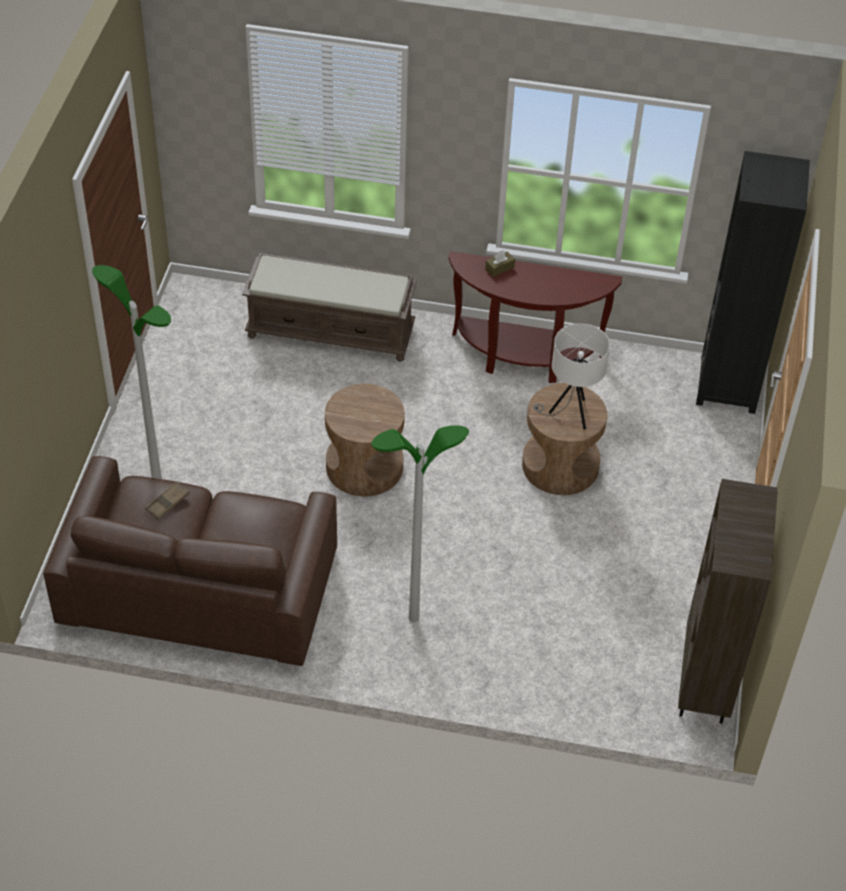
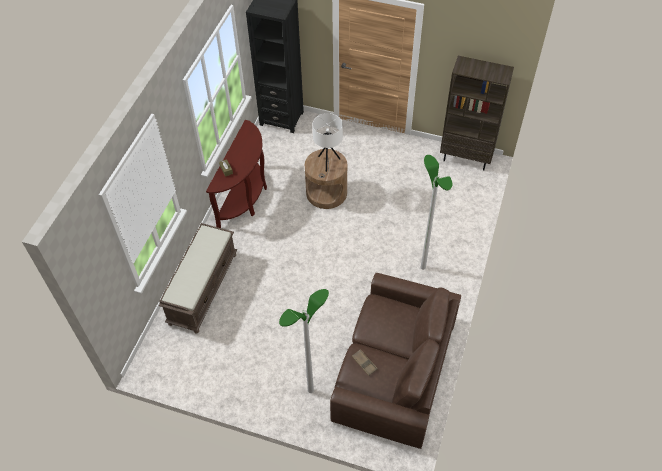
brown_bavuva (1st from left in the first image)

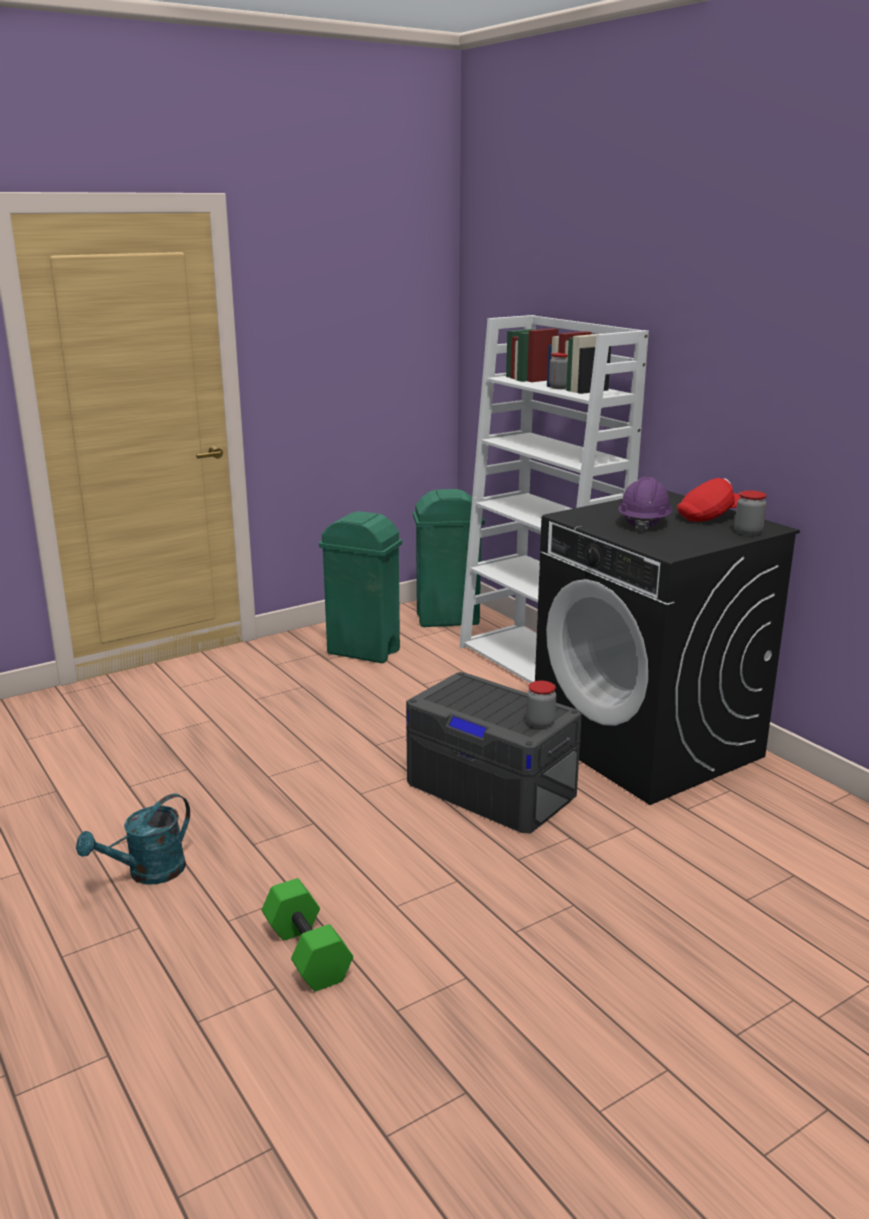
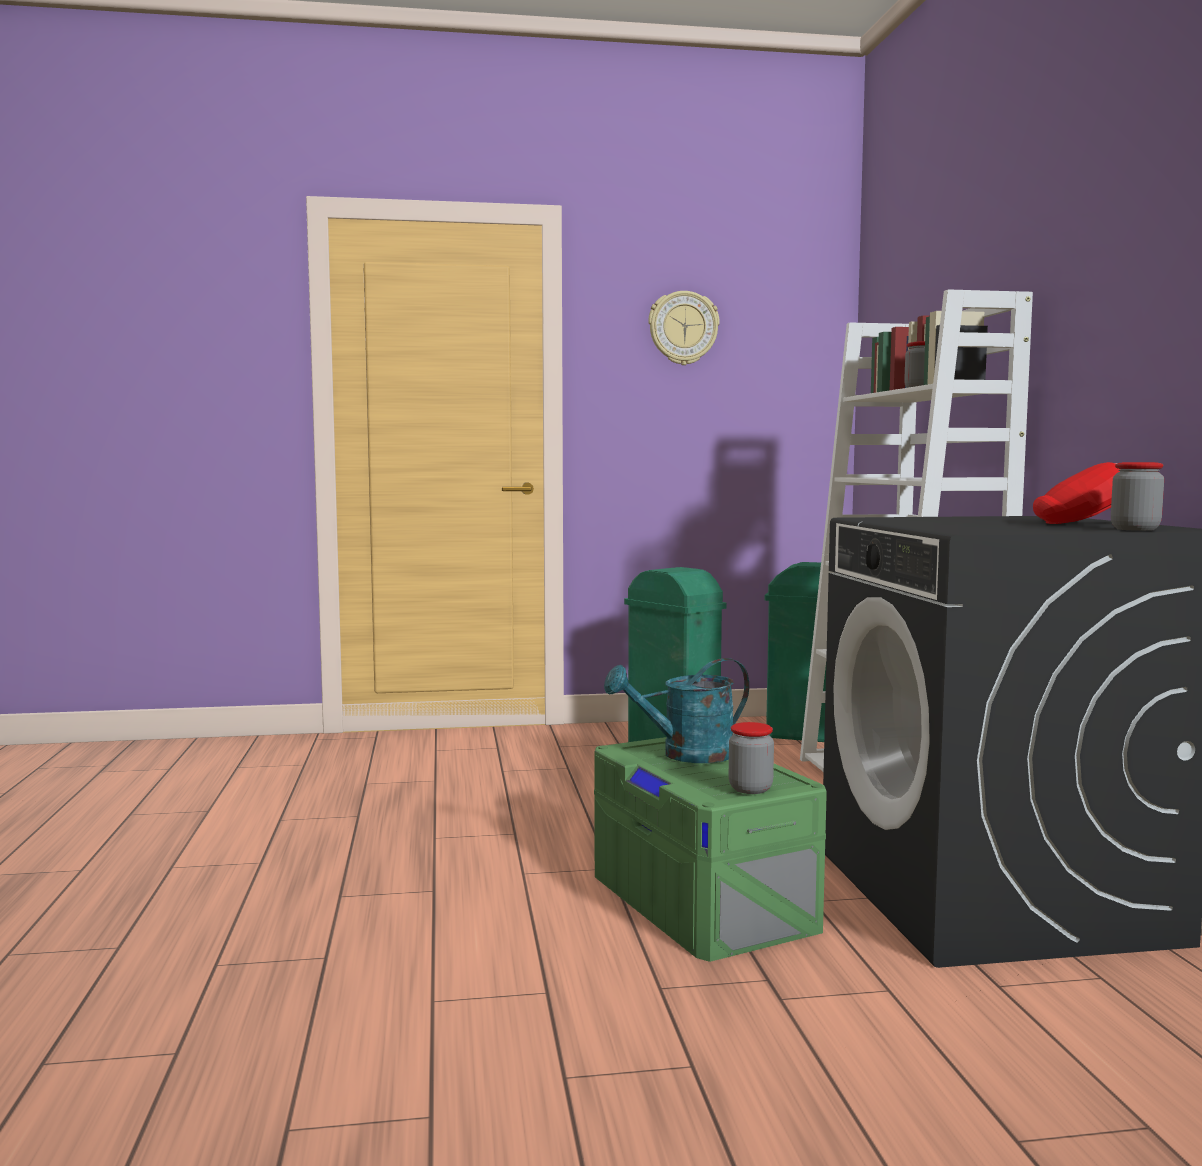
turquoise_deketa; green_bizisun; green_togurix; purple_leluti; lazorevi

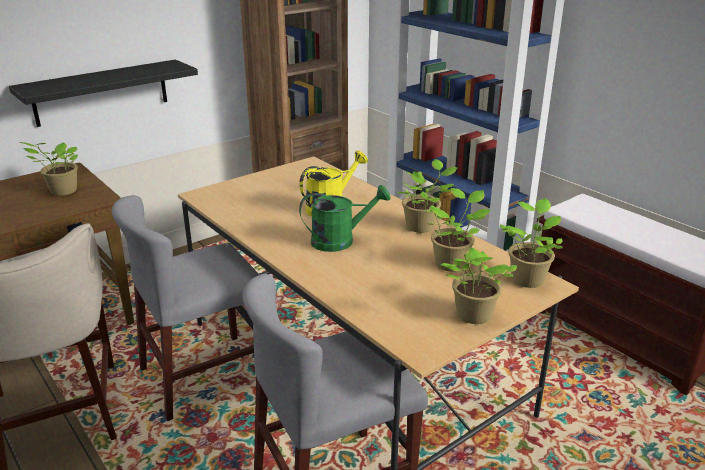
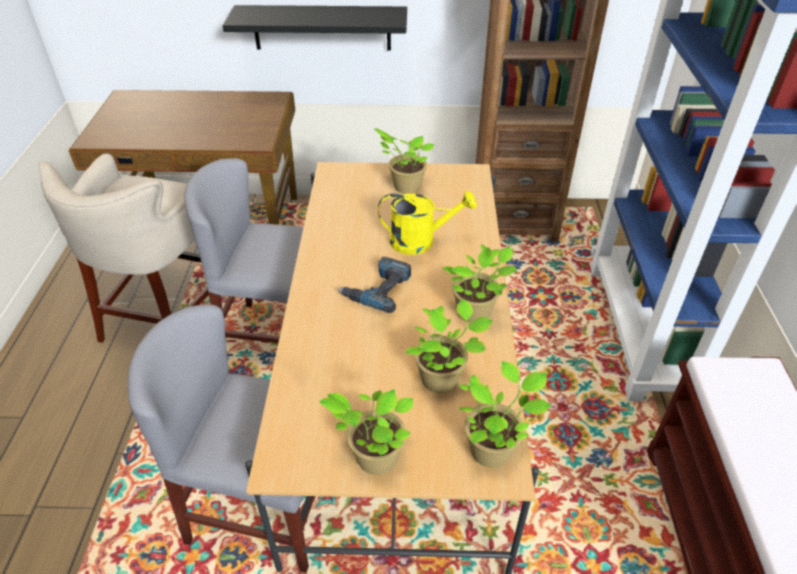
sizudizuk (2nd from left); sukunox

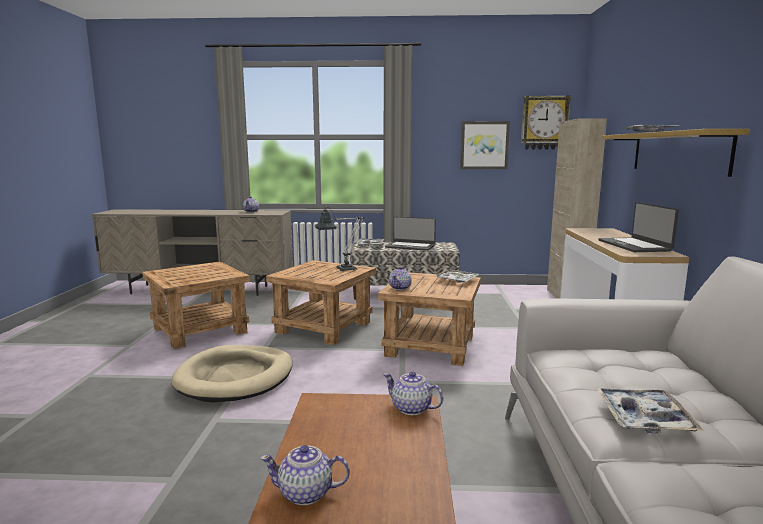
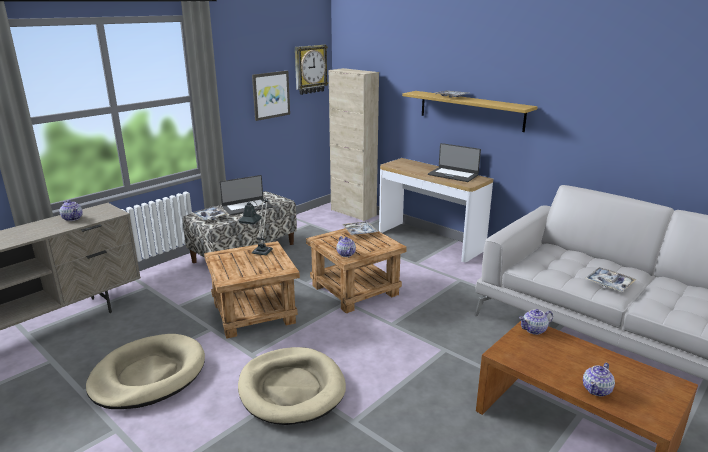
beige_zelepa (1st from left)

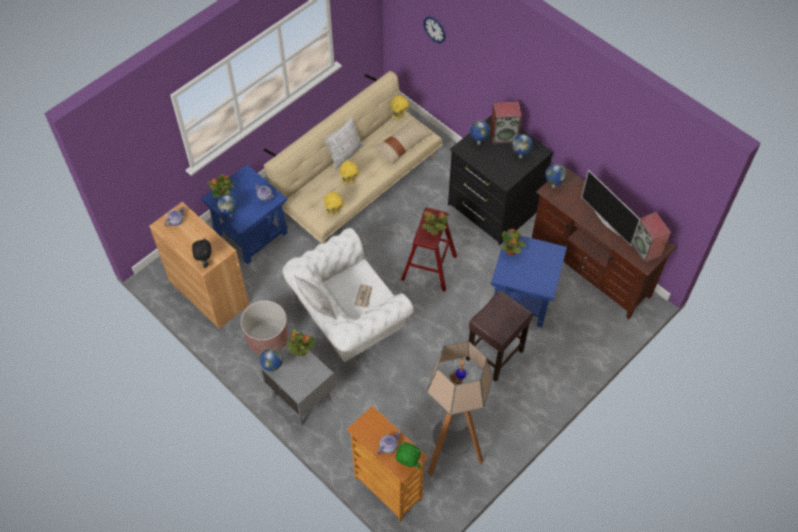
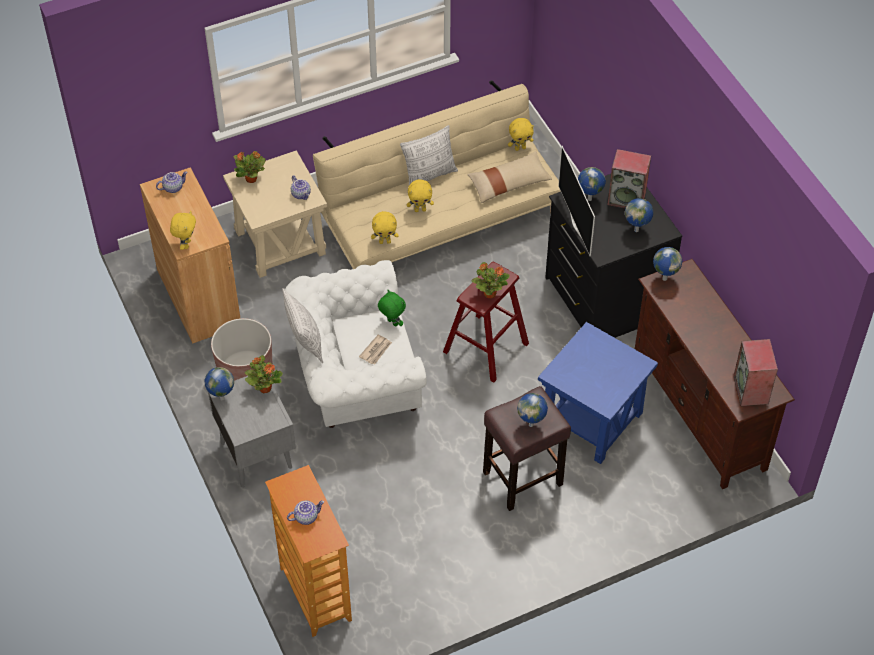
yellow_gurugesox (1st from left); beige_bavuva; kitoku (2nd from left); green_gurugesox; lazorevi; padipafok; sizudizuk (4th from left in the first image); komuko

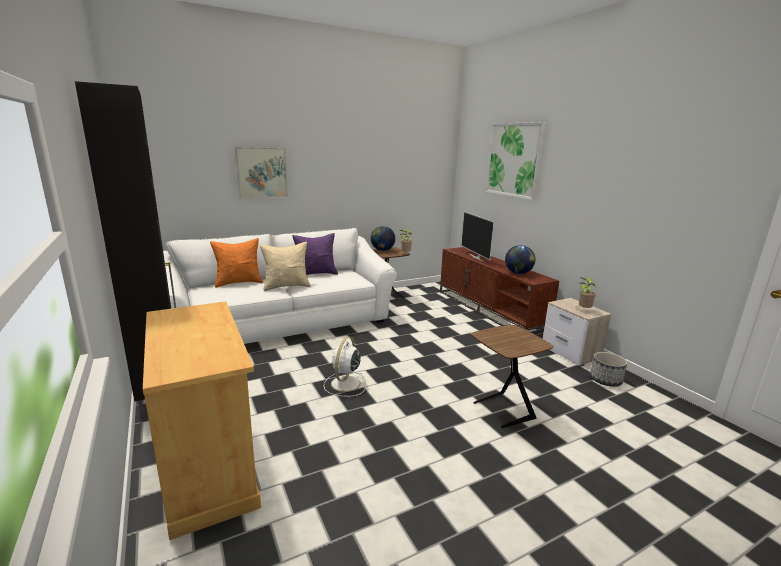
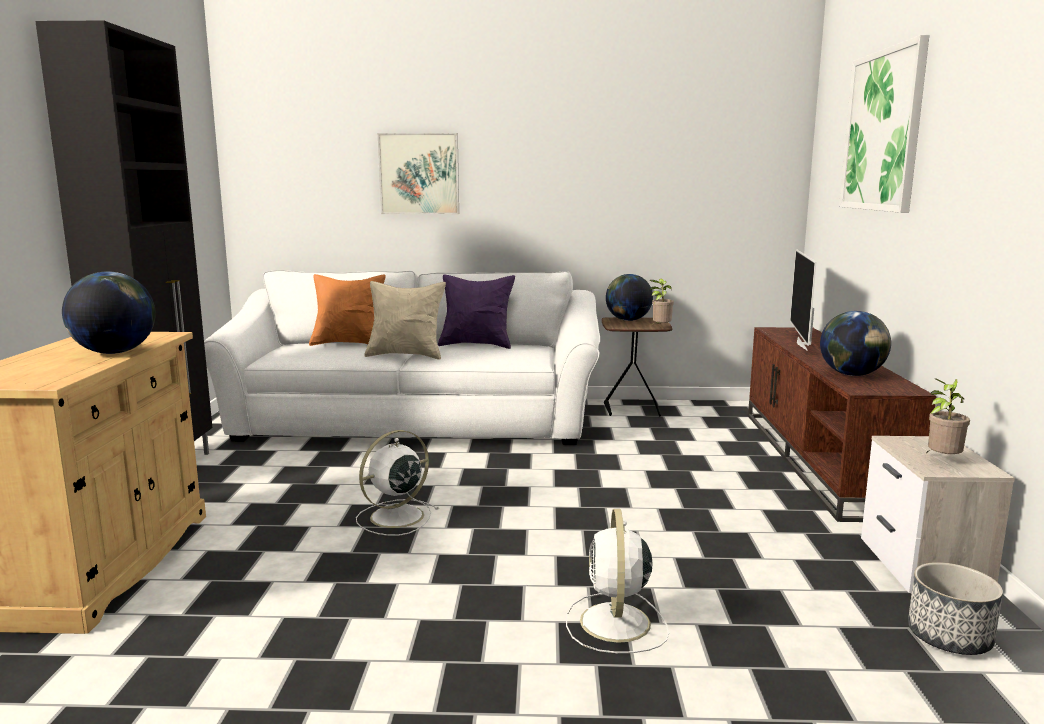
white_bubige (2nd from left); kitoku (1st from left)

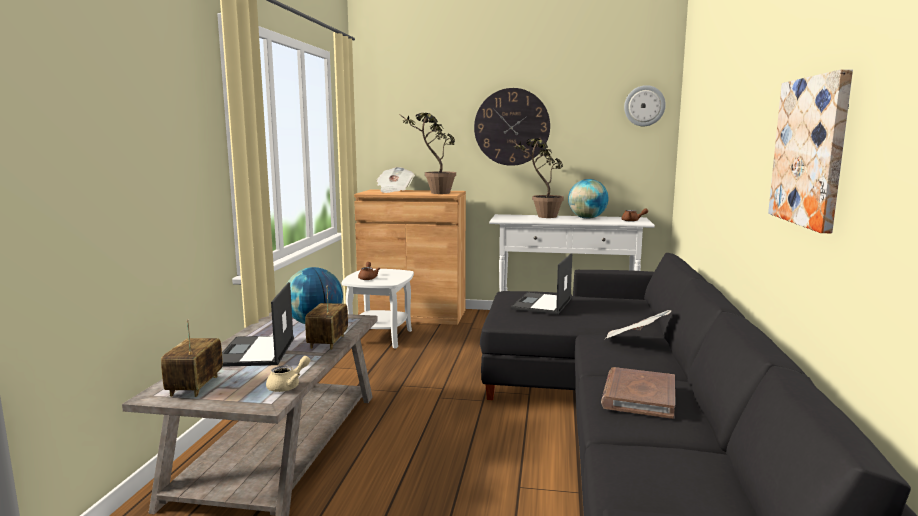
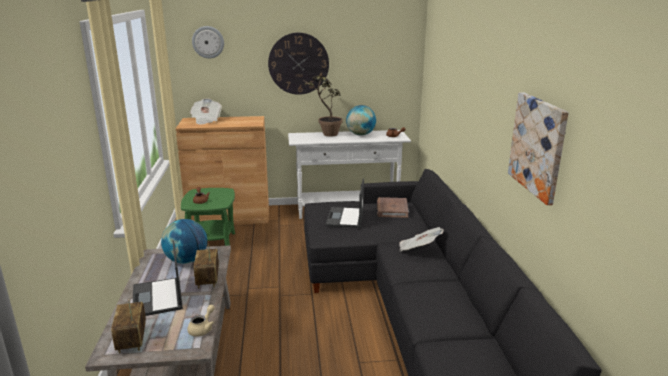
green_bavuva; sizudizuk (1st from left in the first image); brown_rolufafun; lazorevi (1st from left)

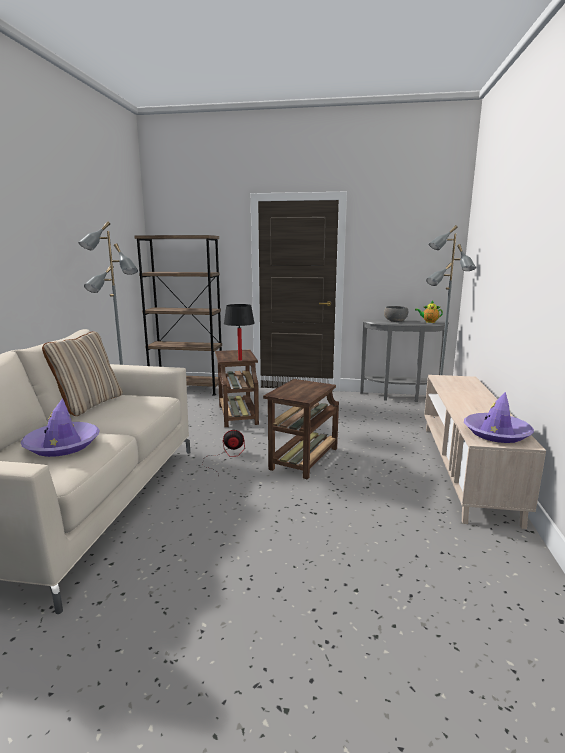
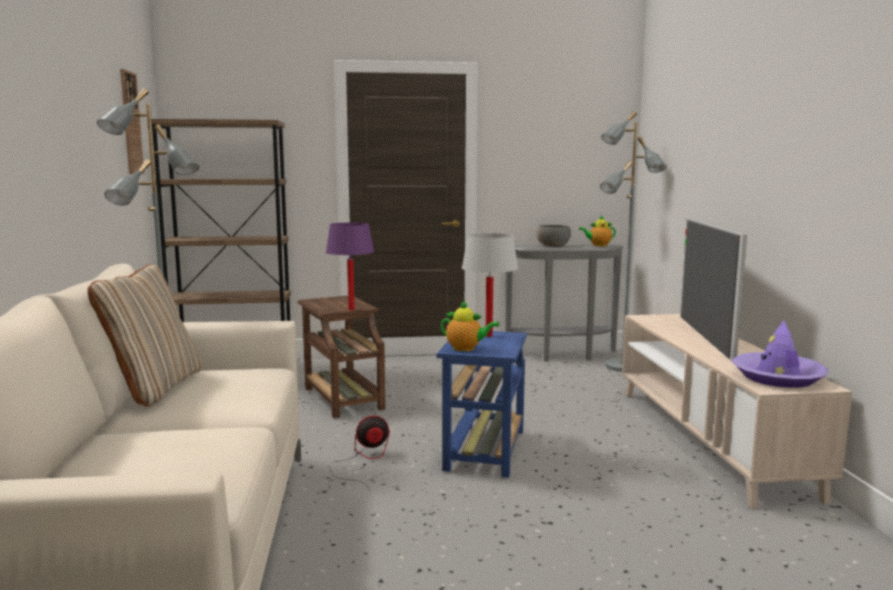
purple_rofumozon (1st from left in the first image); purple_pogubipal; blue_bavuva; lazorevi; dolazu (1st from left); white_pogubipal; komuko

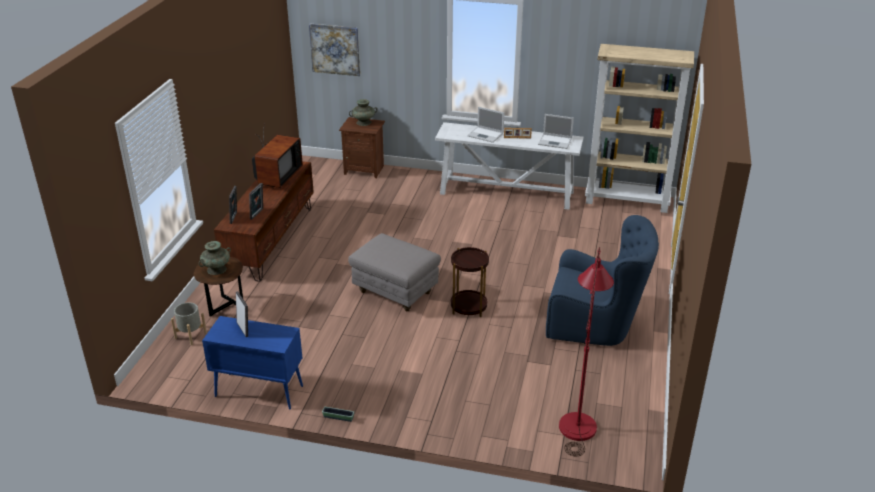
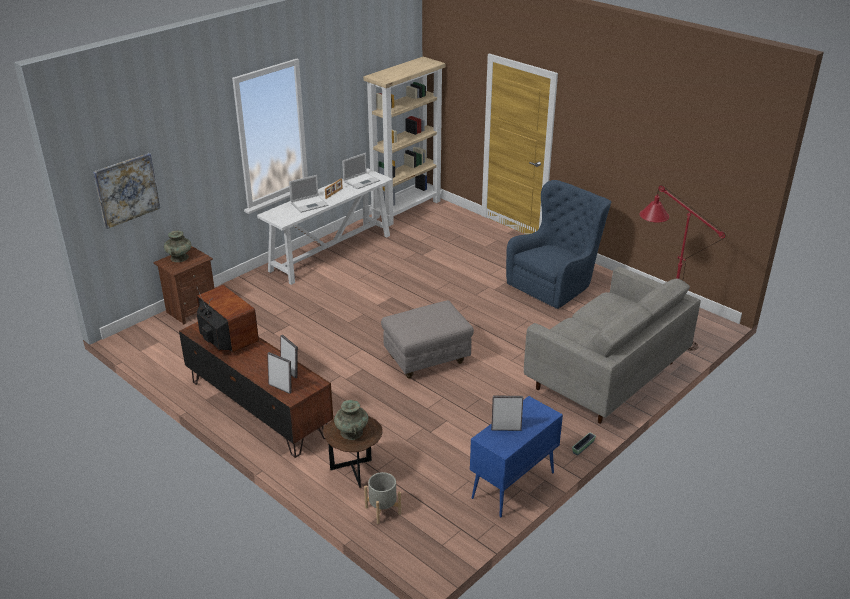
brown_bavuva (2nd from left in the first image); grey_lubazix

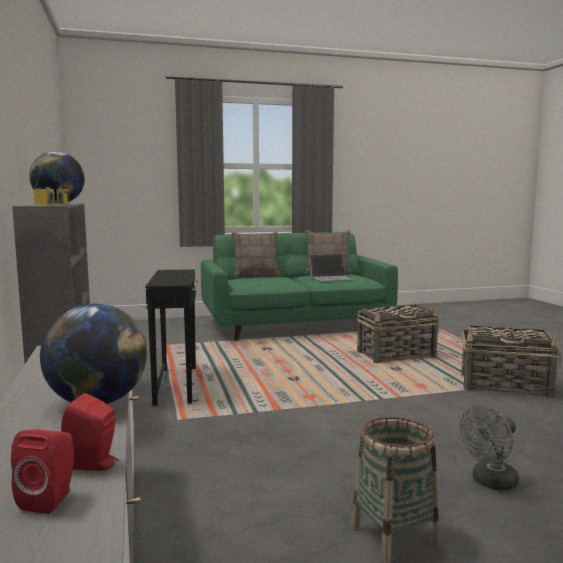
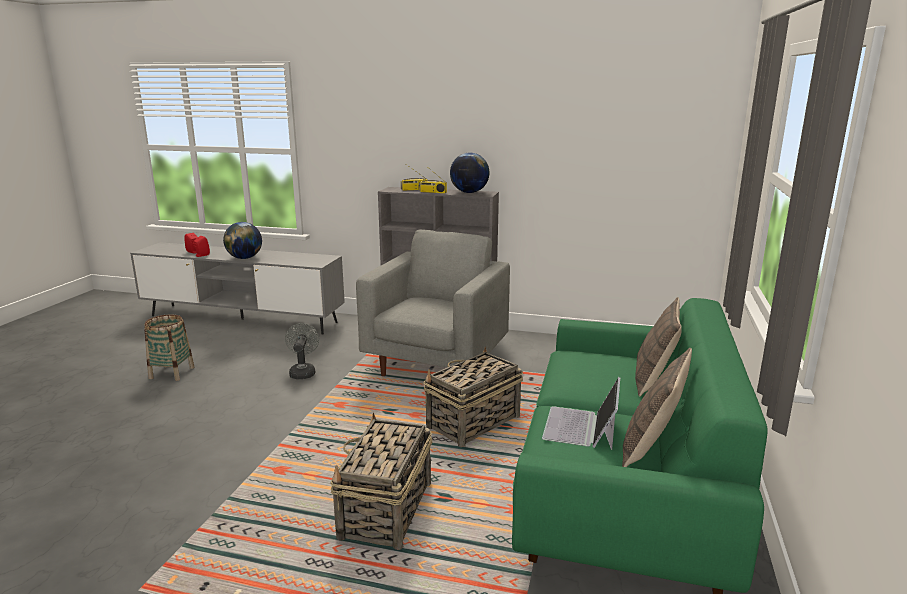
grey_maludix; grey_bubige; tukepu (3rd from left)

